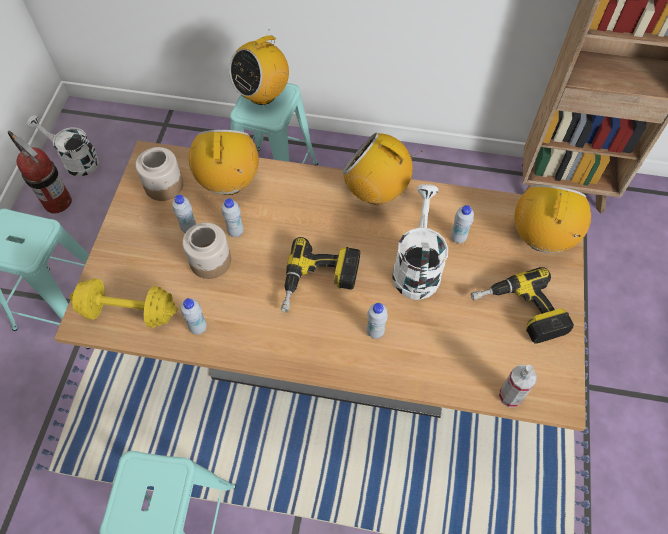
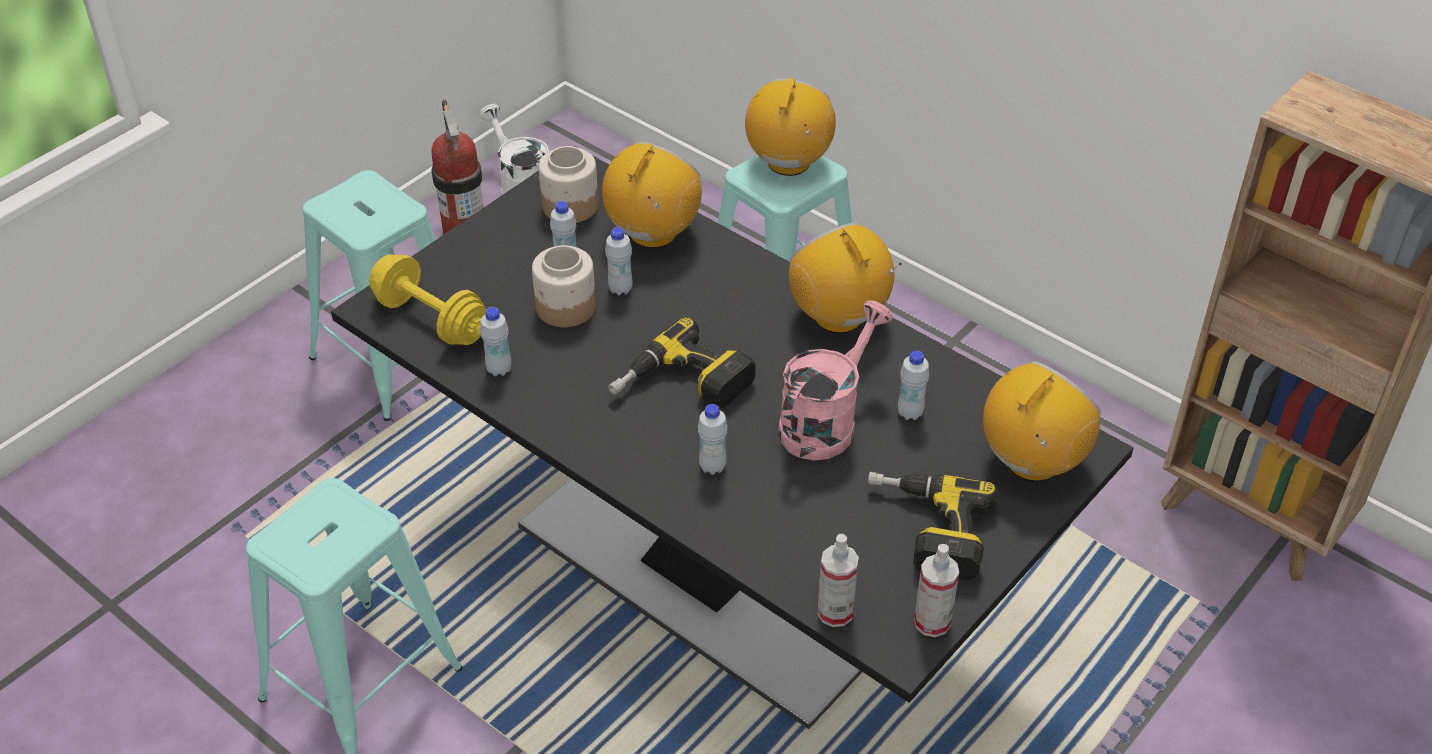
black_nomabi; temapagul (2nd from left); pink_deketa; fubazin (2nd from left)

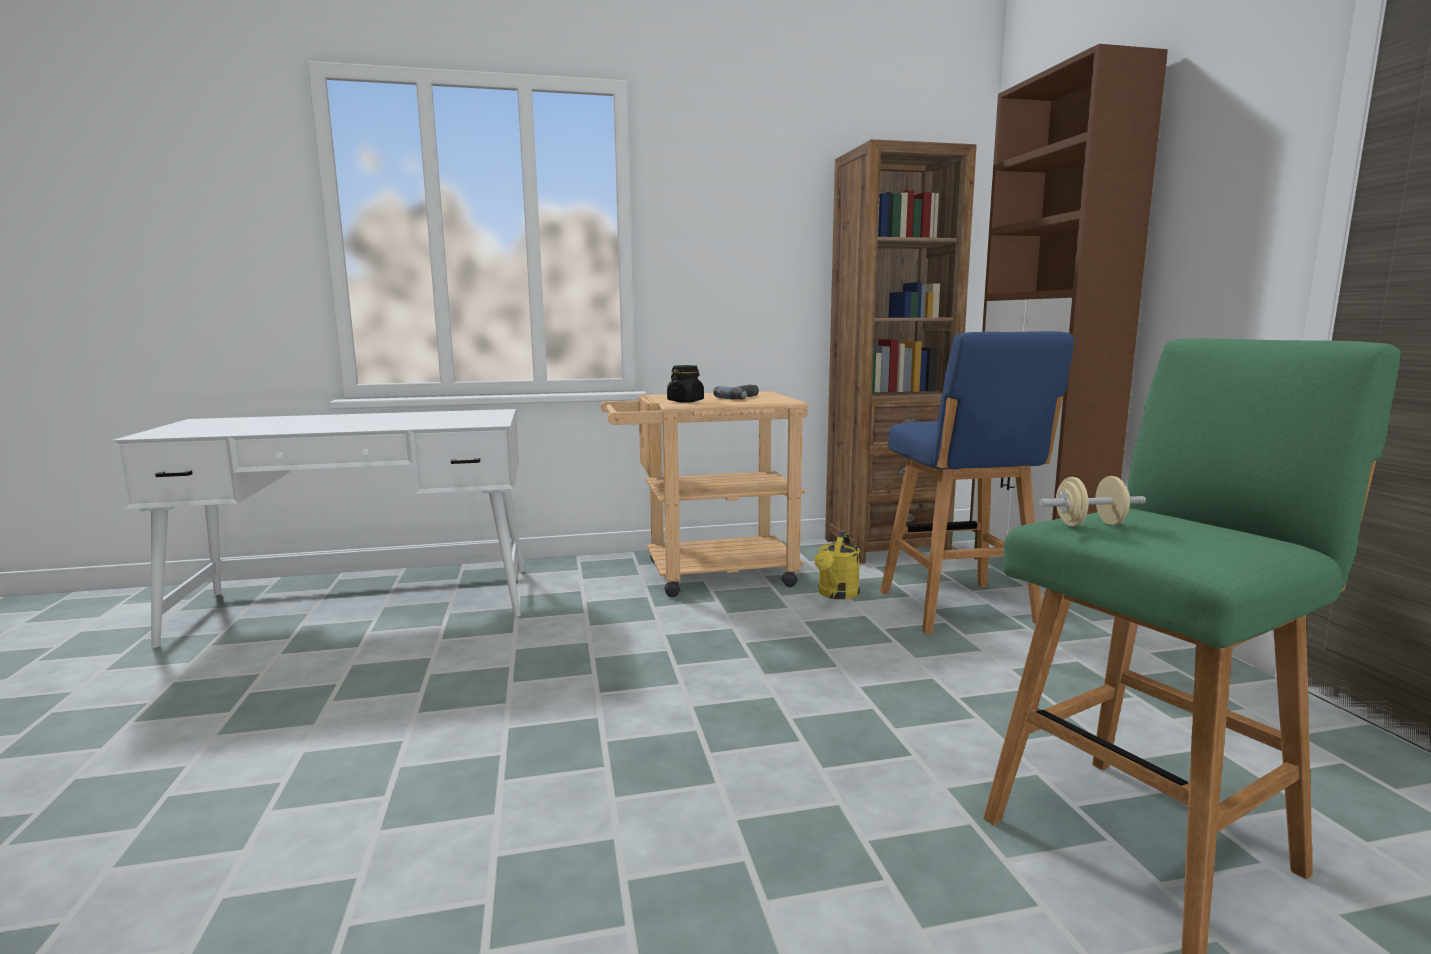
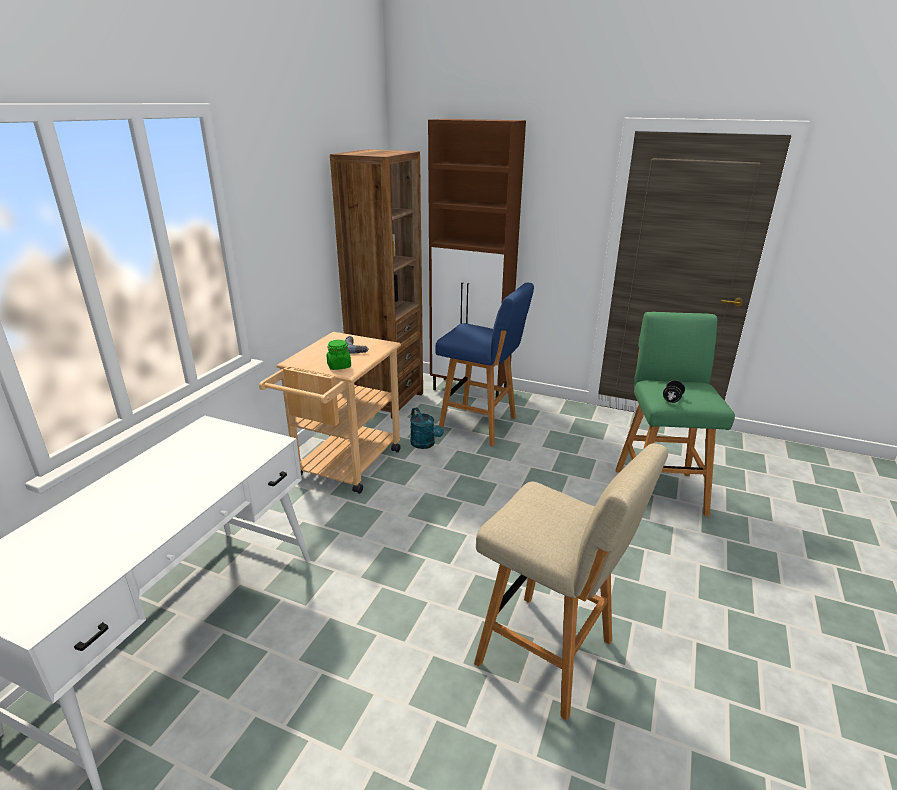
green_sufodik; turquoise_deketa; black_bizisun; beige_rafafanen

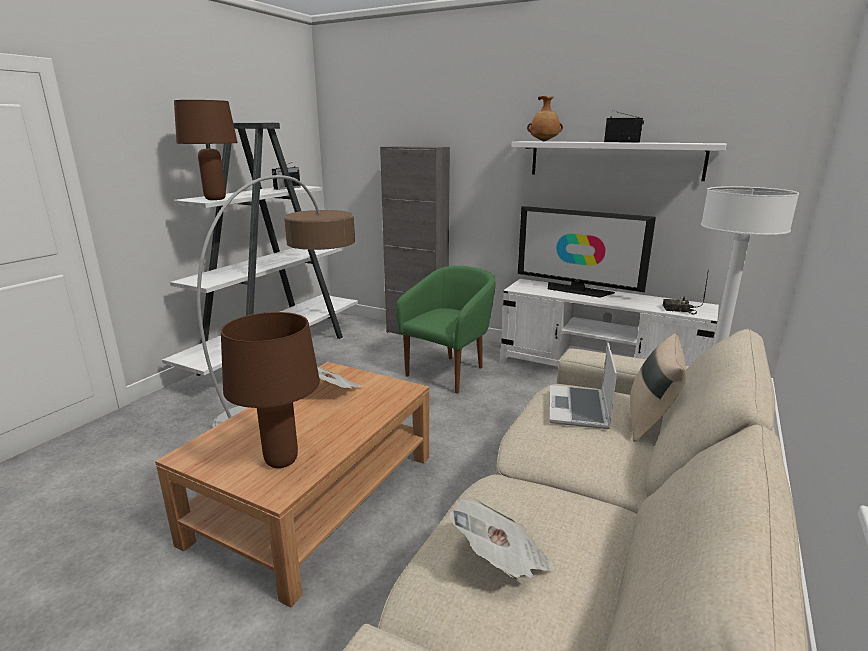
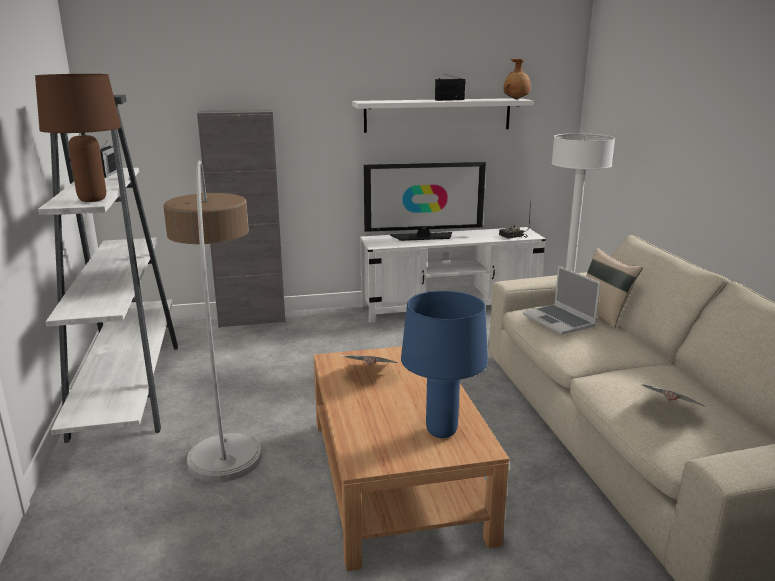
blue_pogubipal; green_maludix; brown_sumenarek

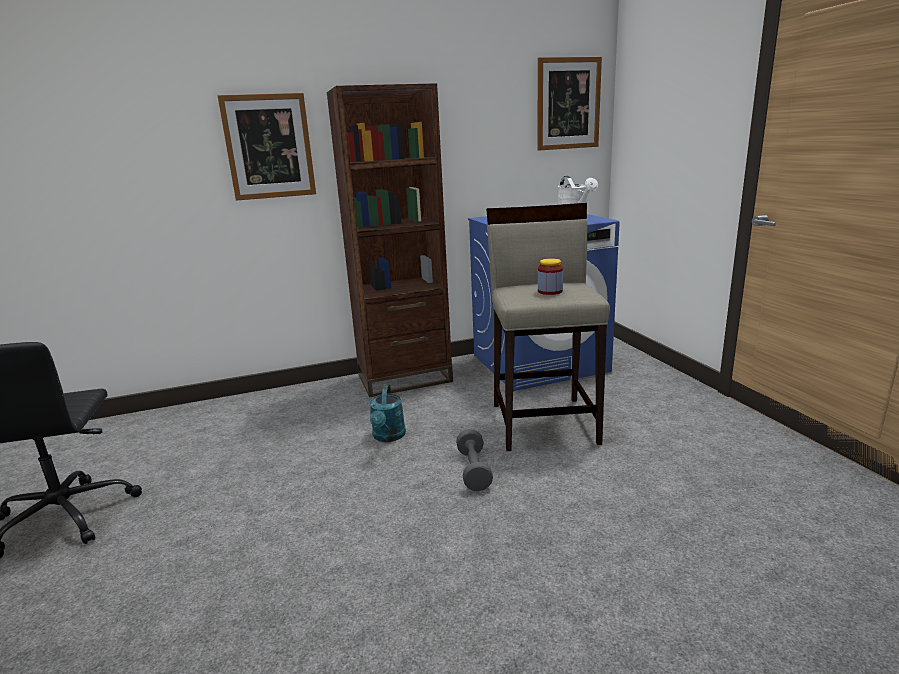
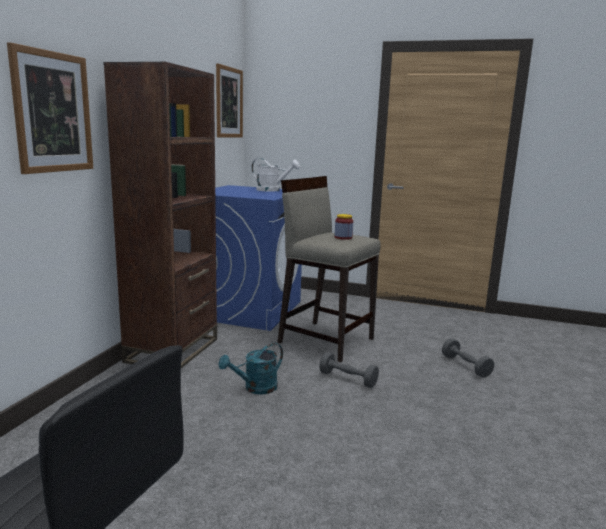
turquoise_deketa; grey_bizisun (2nd from left)

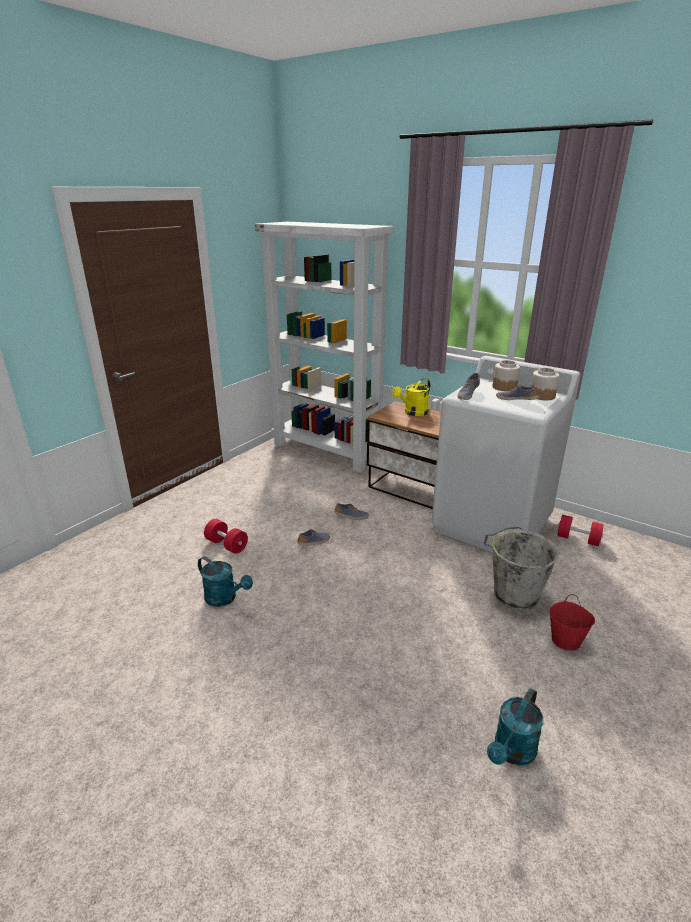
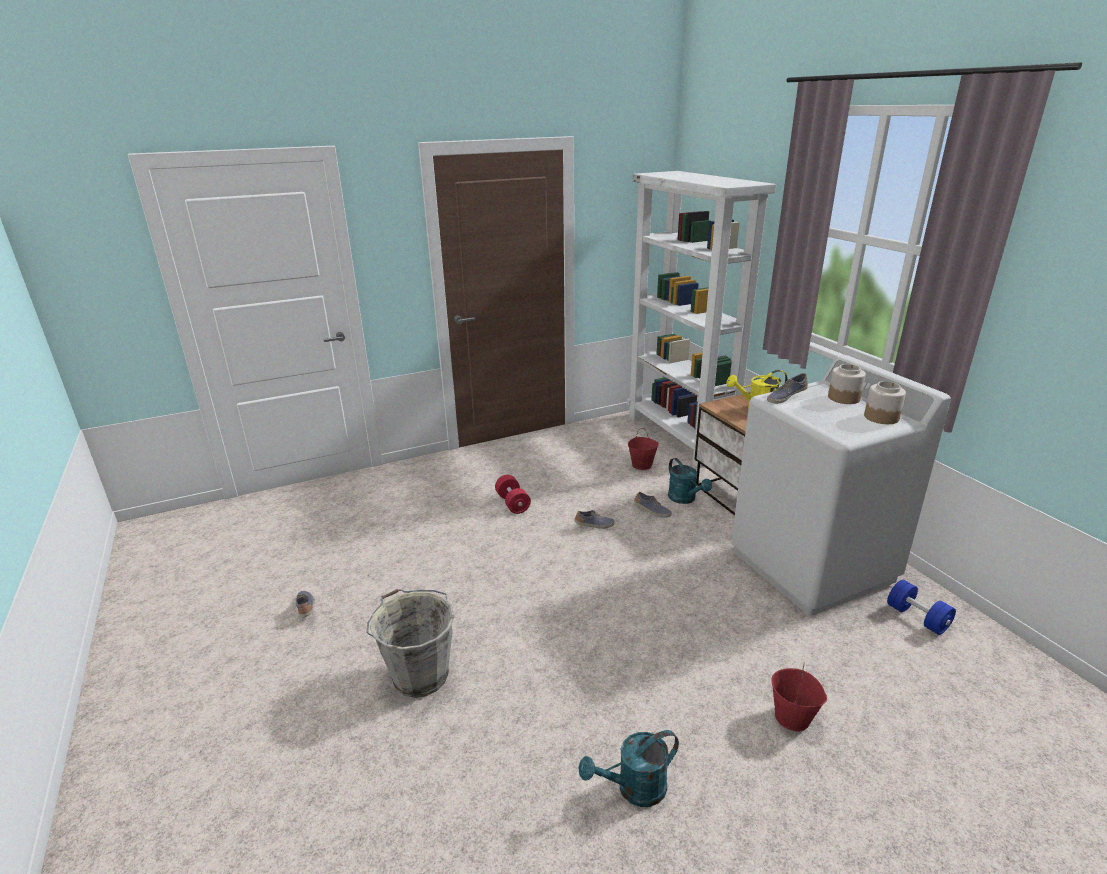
turquoise_deketa (2nd from left); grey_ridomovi; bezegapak (1st from left); blue_bizisun; red_ridomovi (1st from left)

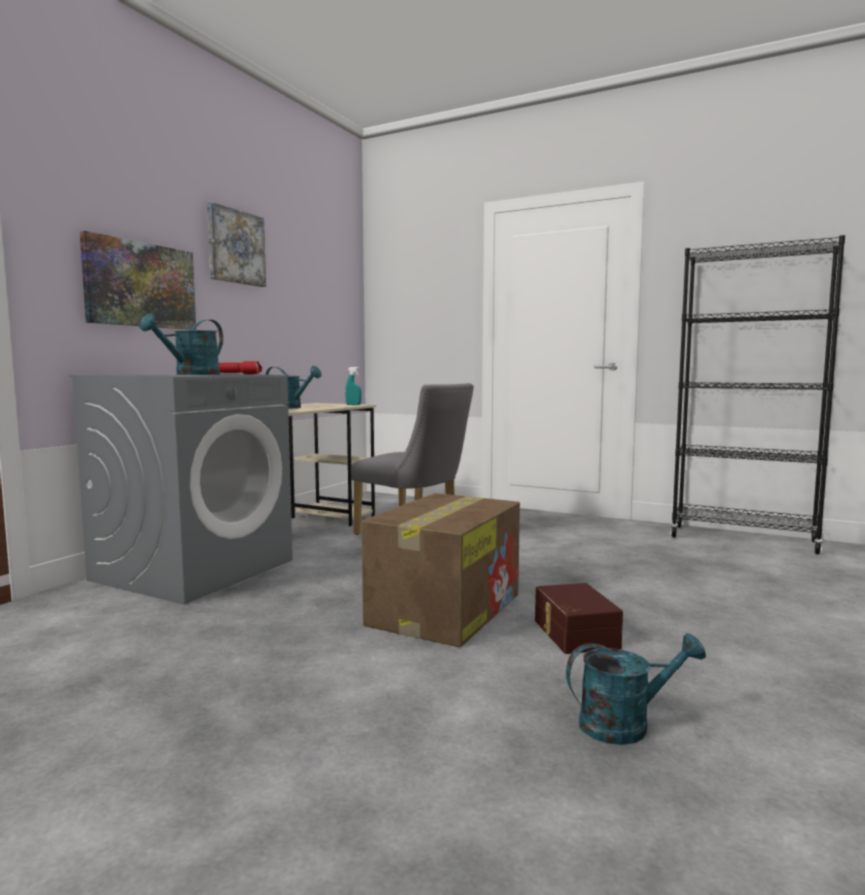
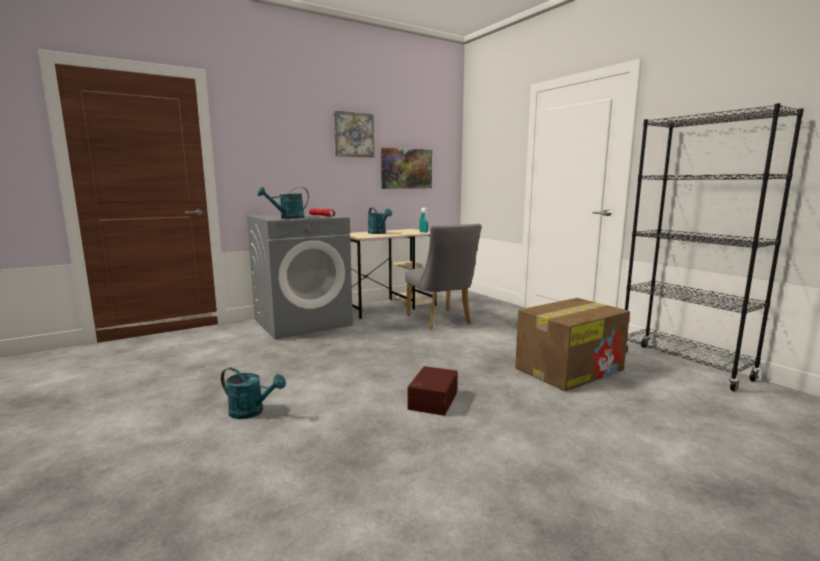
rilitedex (2nd from left); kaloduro; turquoise_deketa (1st from left)

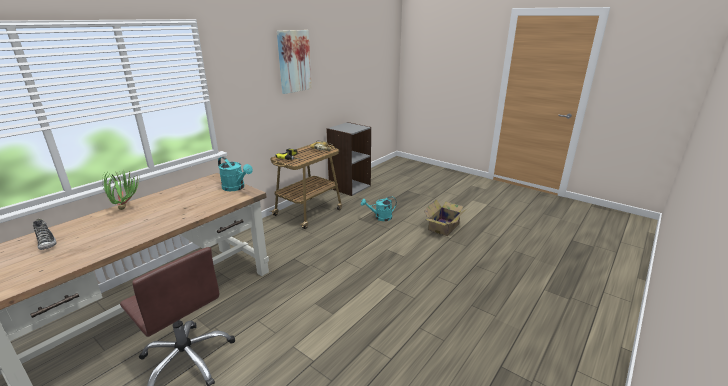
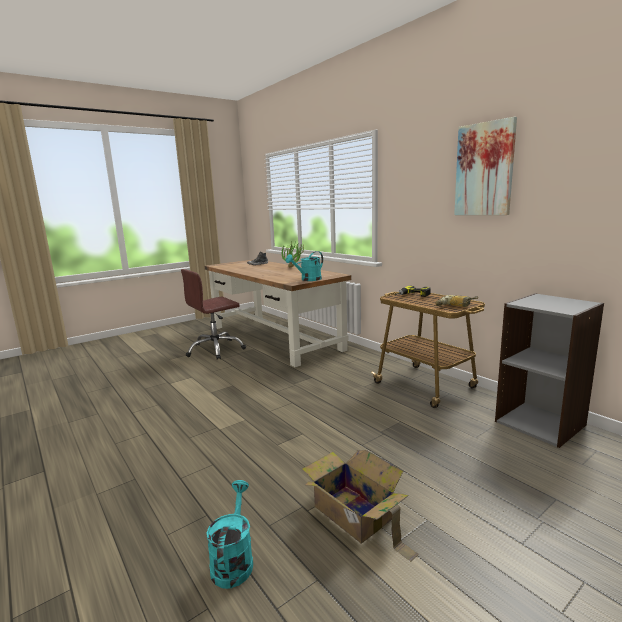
turquoise_deketa (1st from left)

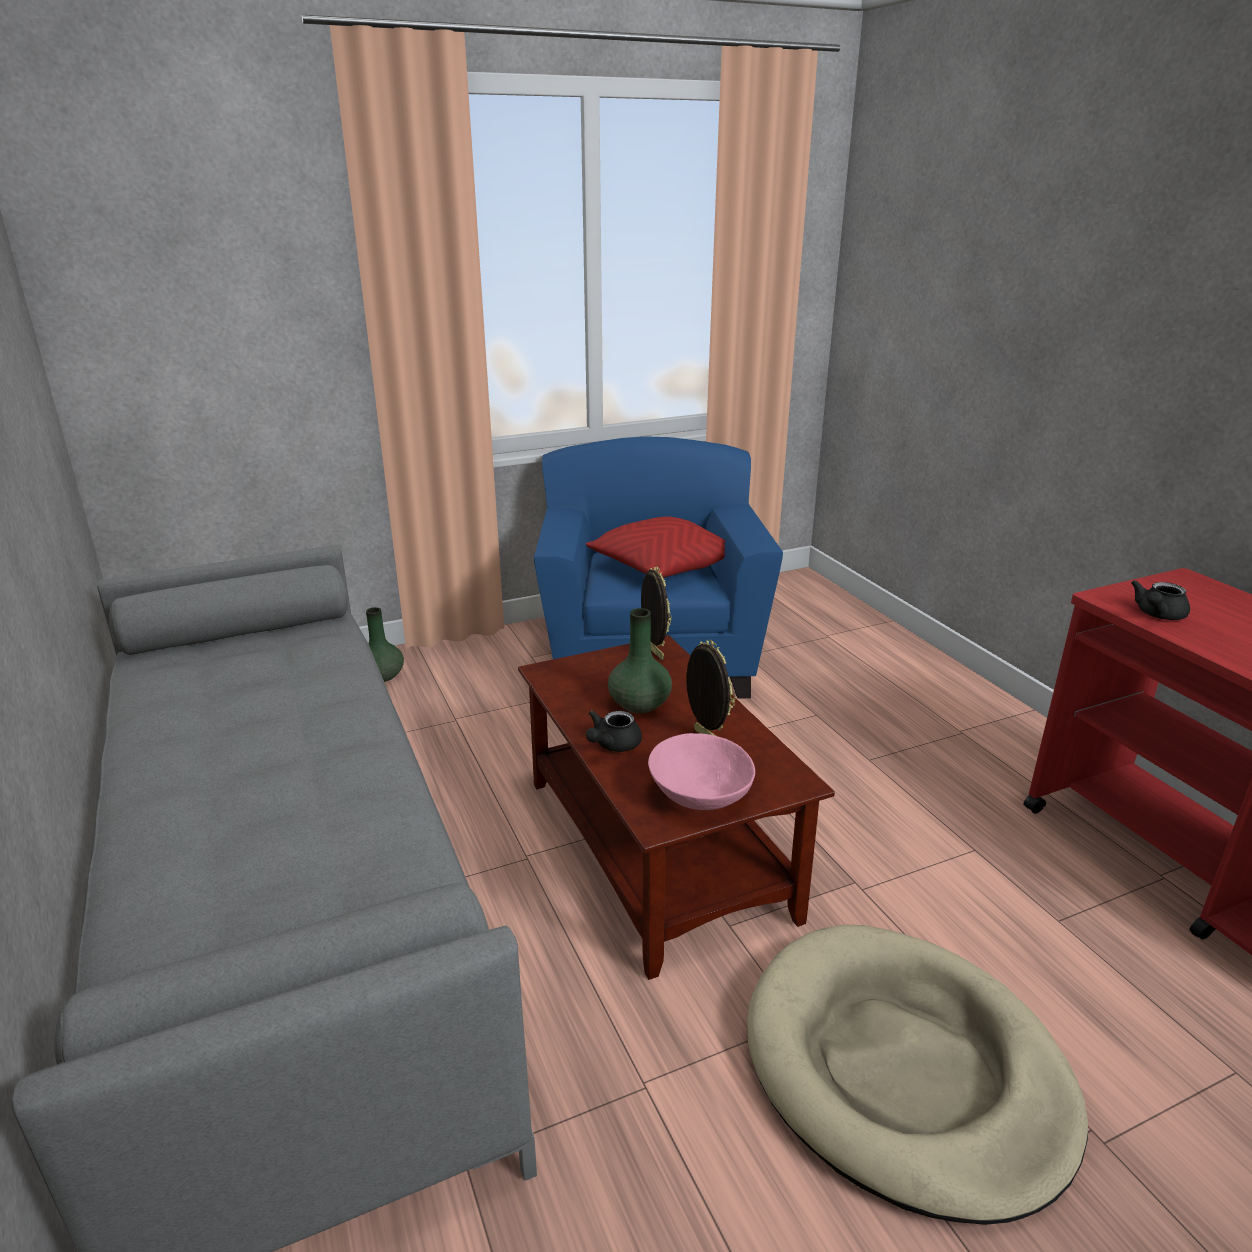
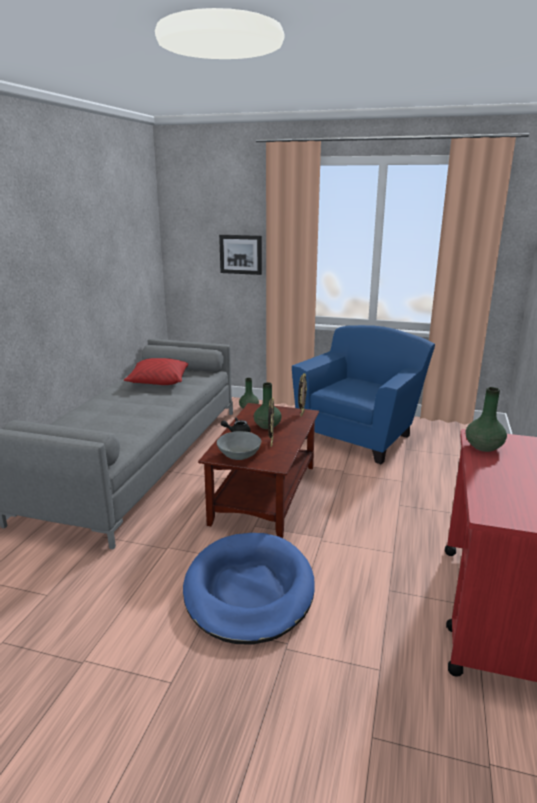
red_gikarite; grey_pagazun; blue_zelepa; green_sumenarek (3rd from left); rilitedex

